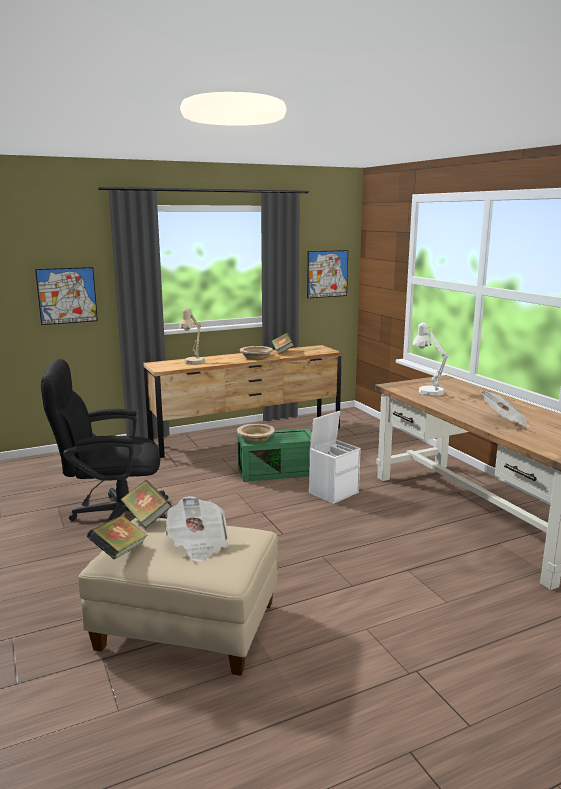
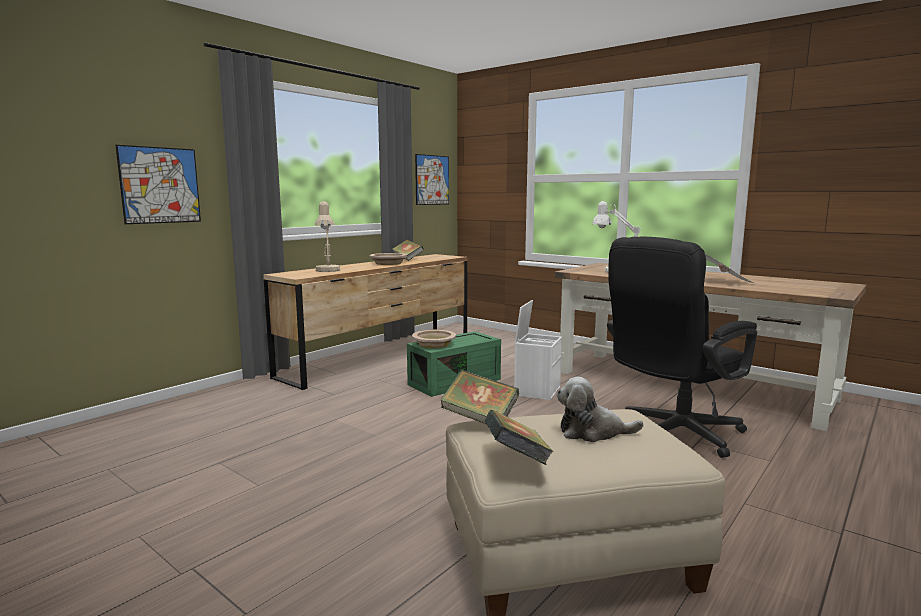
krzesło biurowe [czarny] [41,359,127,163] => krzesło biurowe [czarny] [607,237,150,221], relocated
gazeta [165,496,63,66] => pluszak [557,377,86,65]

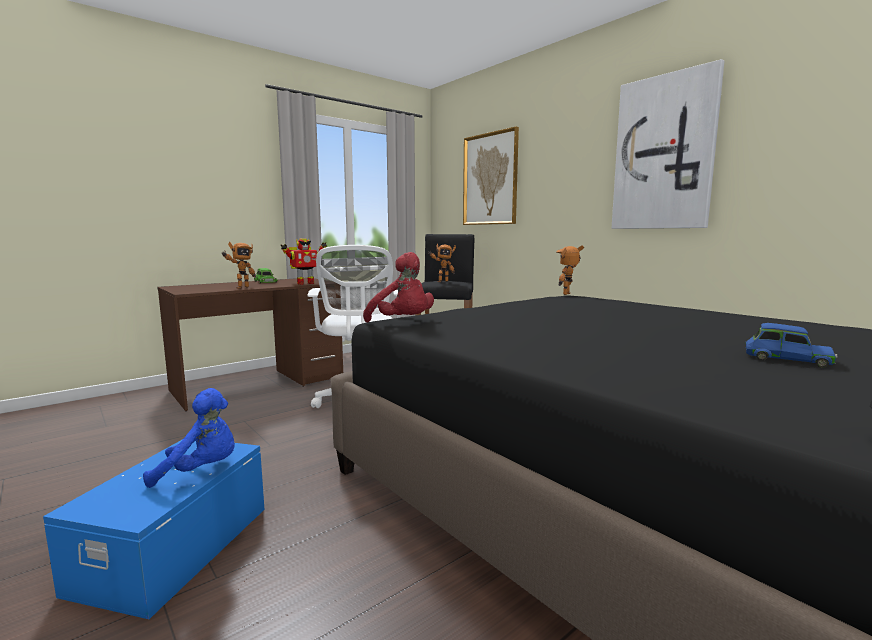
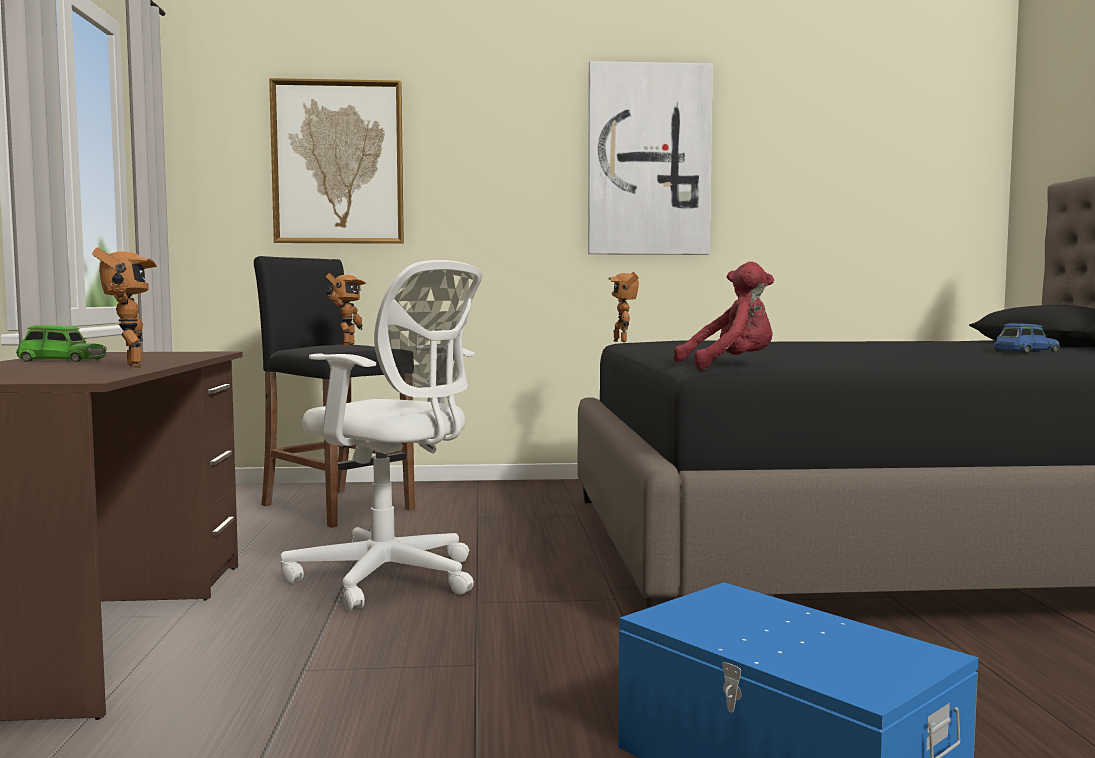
pluszak [niebieski] [143,388,92,100] => nothing
robot zabawkowy [281,239,46,46] => nothing

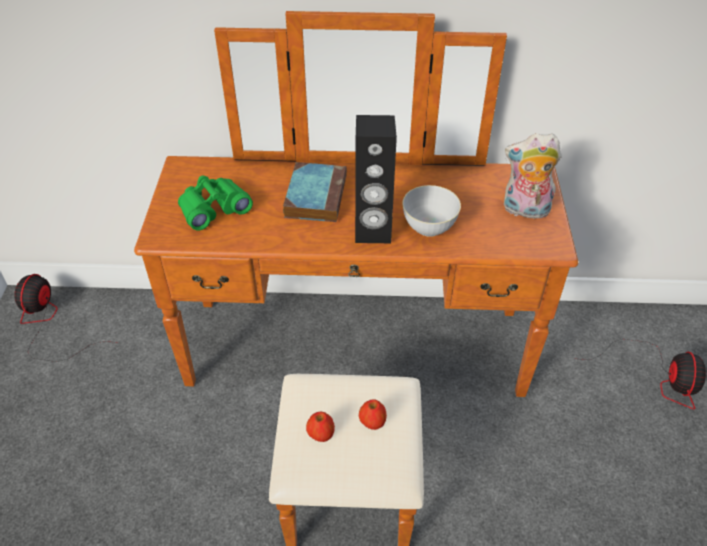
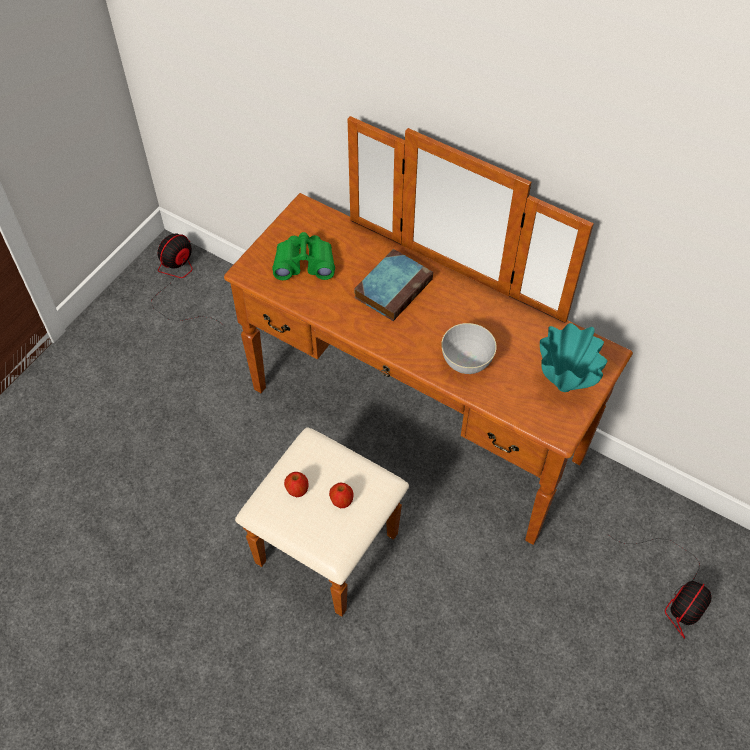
głośnik [czarny] [355,115,42,128] => nothing
pluszak [504,133,58,89] => wazon [turkusowy] [540,323,67,69]

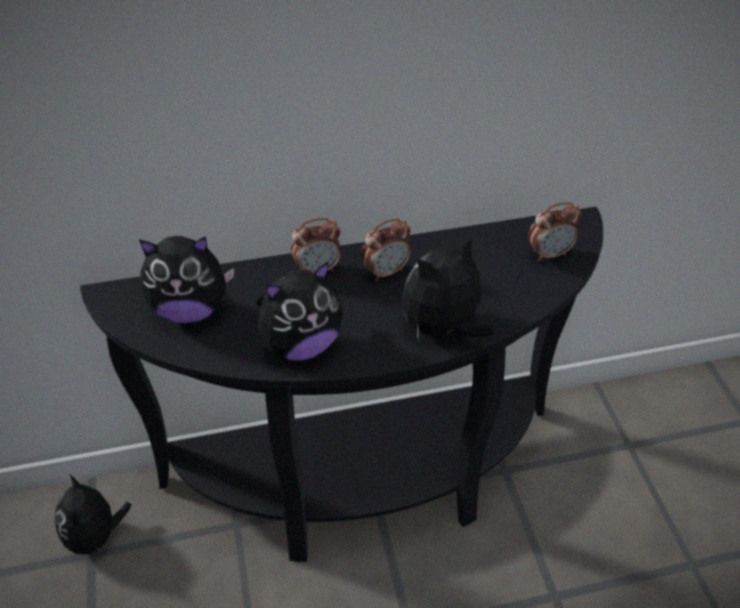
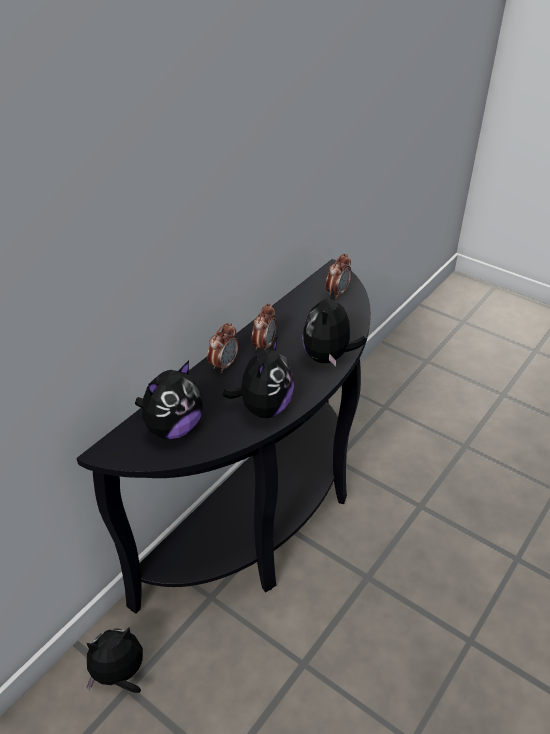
pluszak [54,475,78,81] => pluszak [86,627,57,66], 120 degrees clockwise

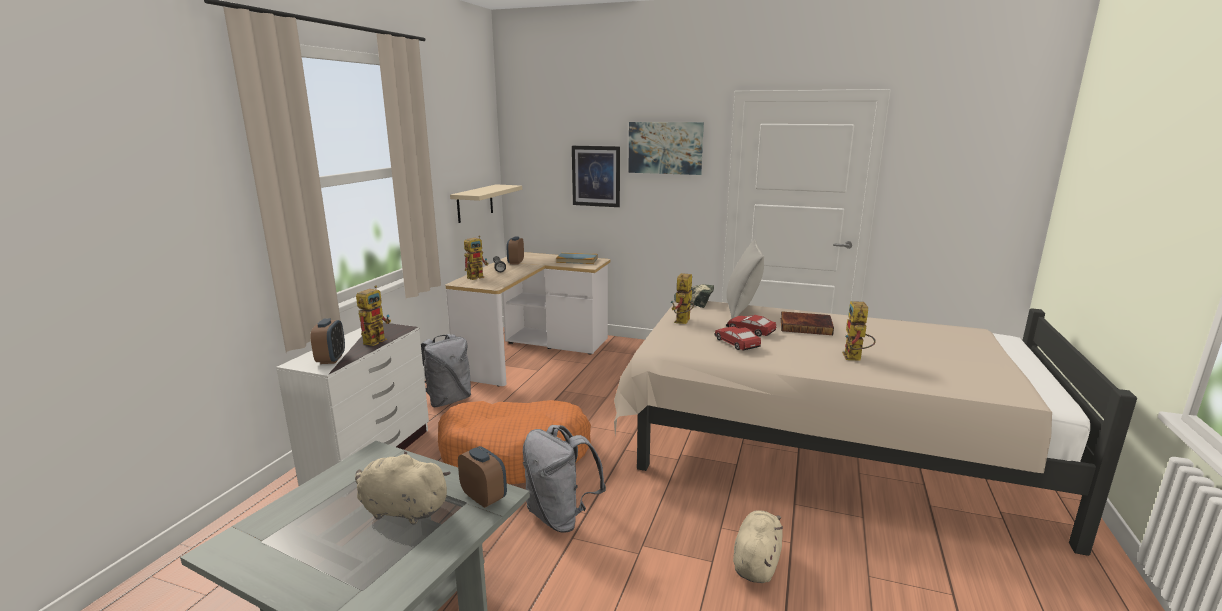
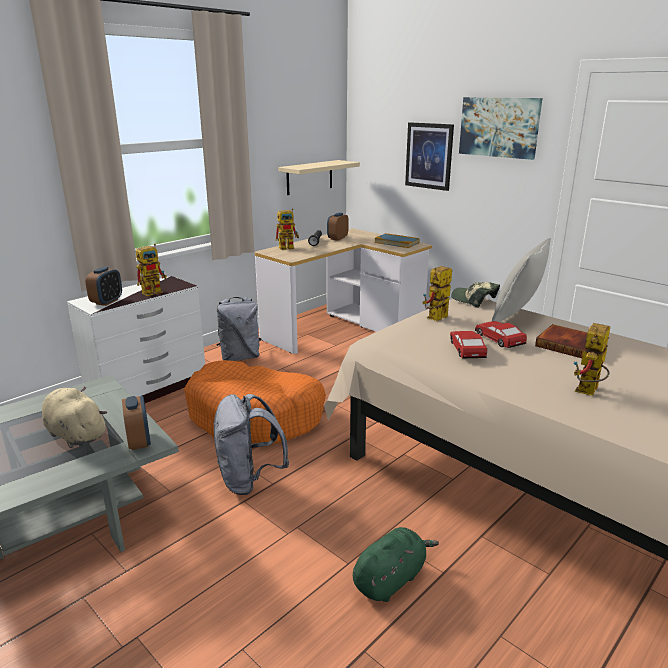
pluszak [beżowy] [733,510,50,73] => pluszak [zielony] [353,527,86,75]

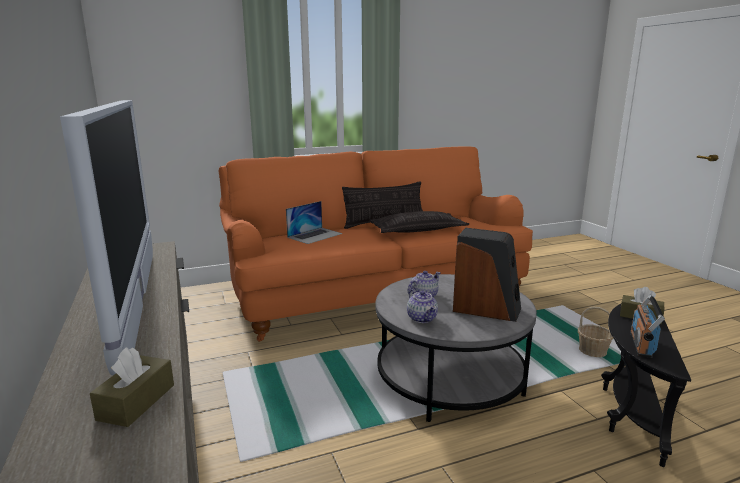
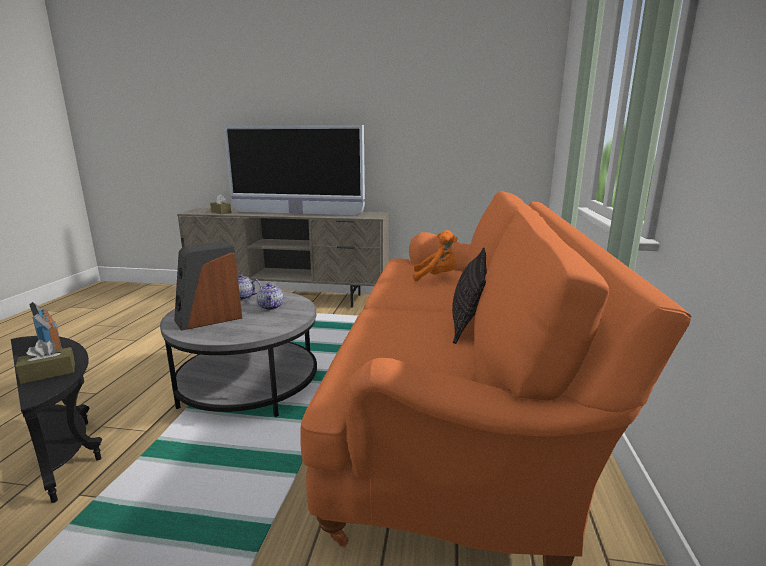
poduszka [369,211,100,22] => nothing
koszyk [578,307,35,50] => nothing
laptop [286,201,57,43] => pluszak [pomarańczowy] [413,230,45,52]

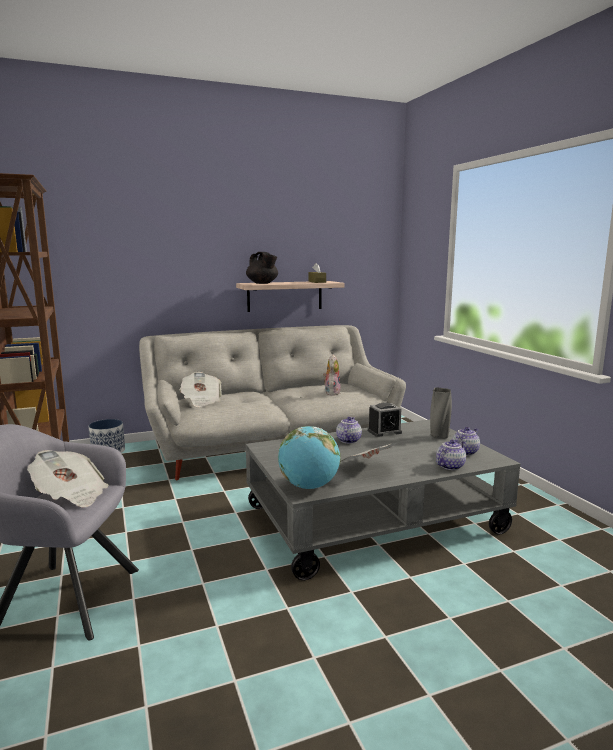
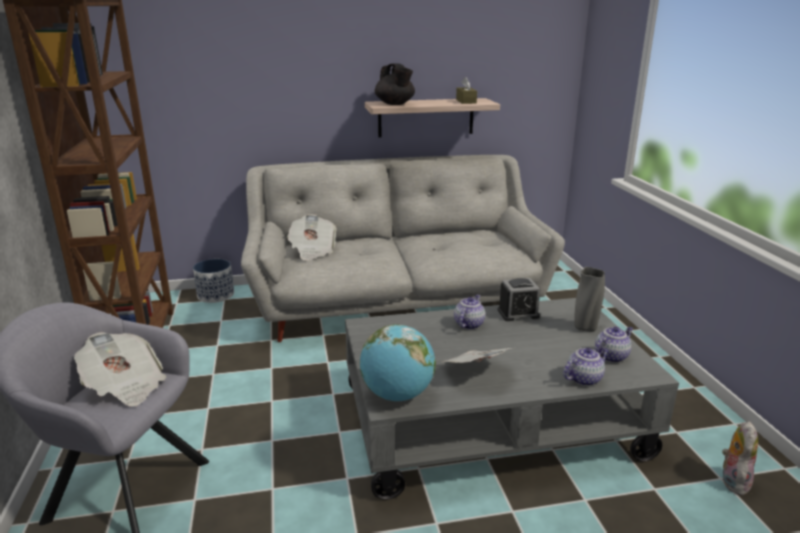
pluszak [323,354,18,42] => pluszak [722,421,36,74], relocated

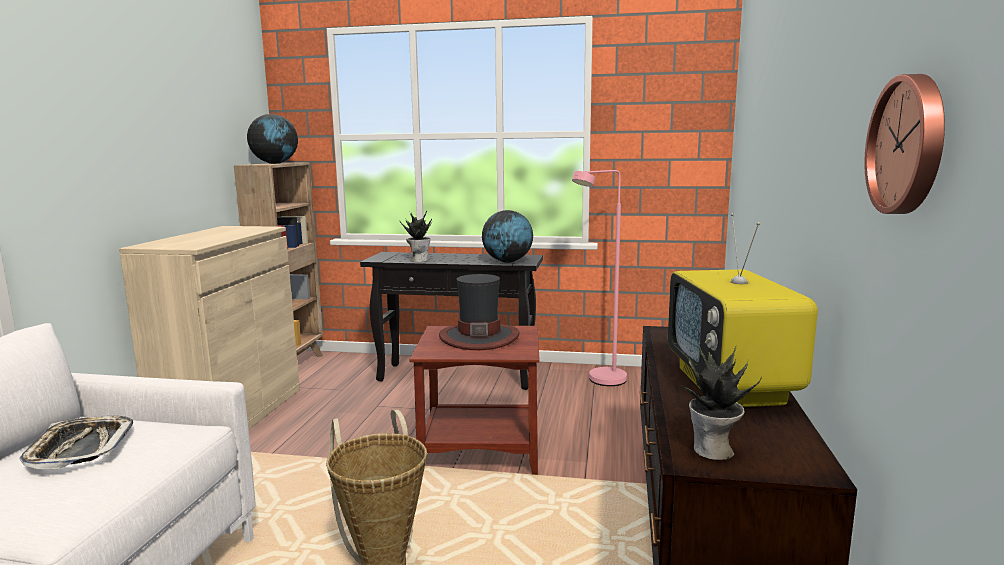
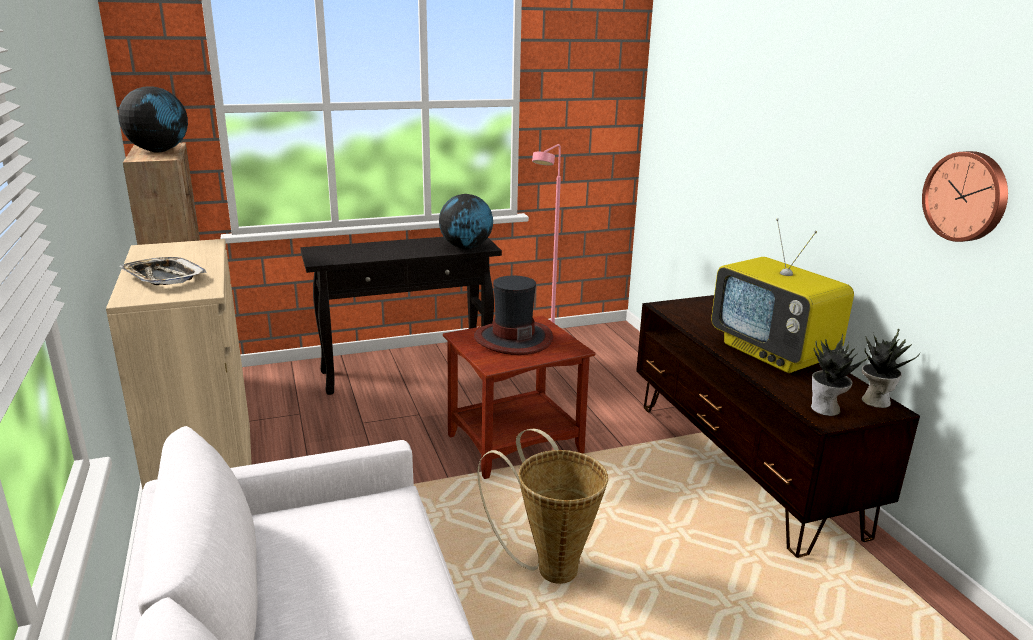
taca [20,416,113,53] => taca [119,257,88,28], relocated
roślina doniczkowa [399,211,33,51] => roślina doniczkowa [862,329,58,79], relocated

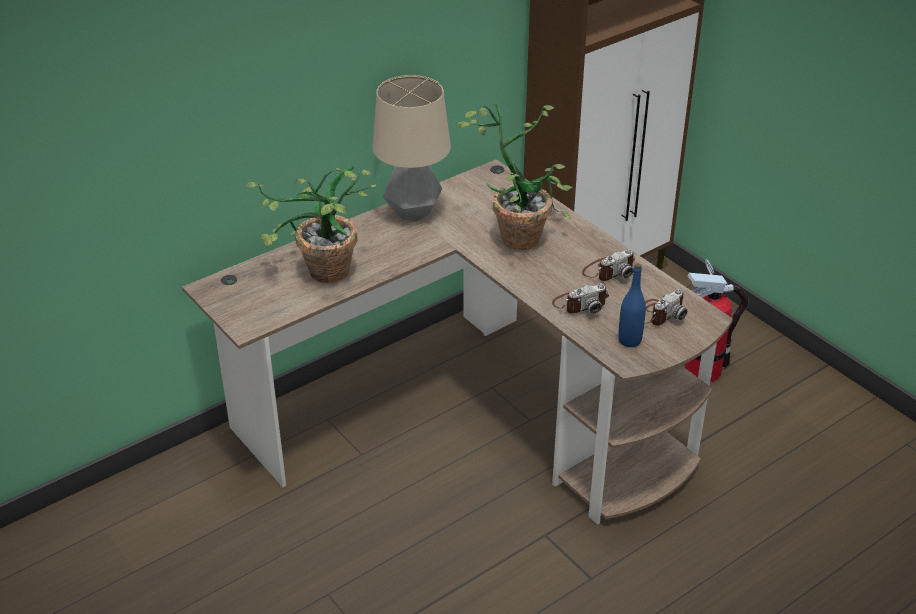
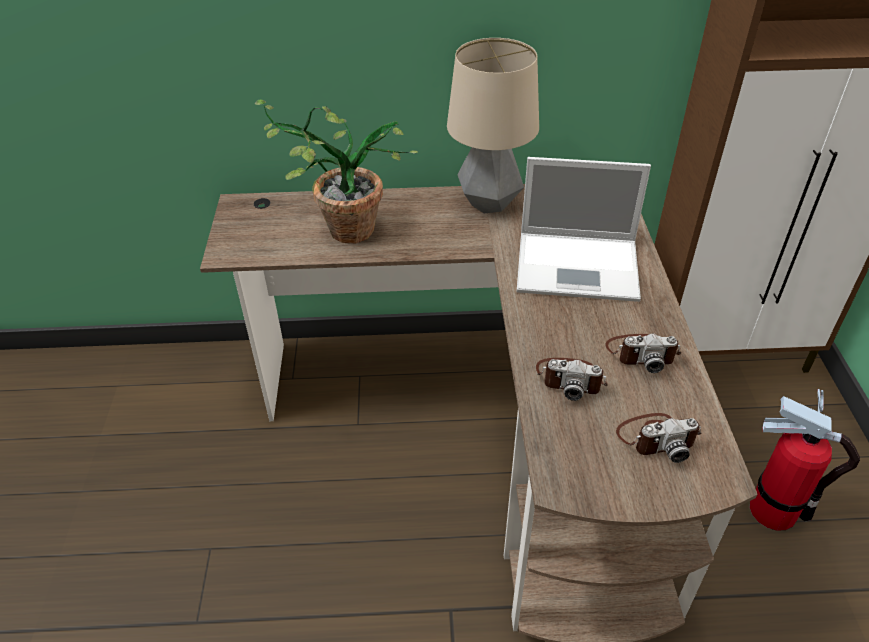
butelka [niebieski] [618,264,28,83] => nothing
roślina doniczkowa [456,104,116,146] => laptop [517,157,134,145]

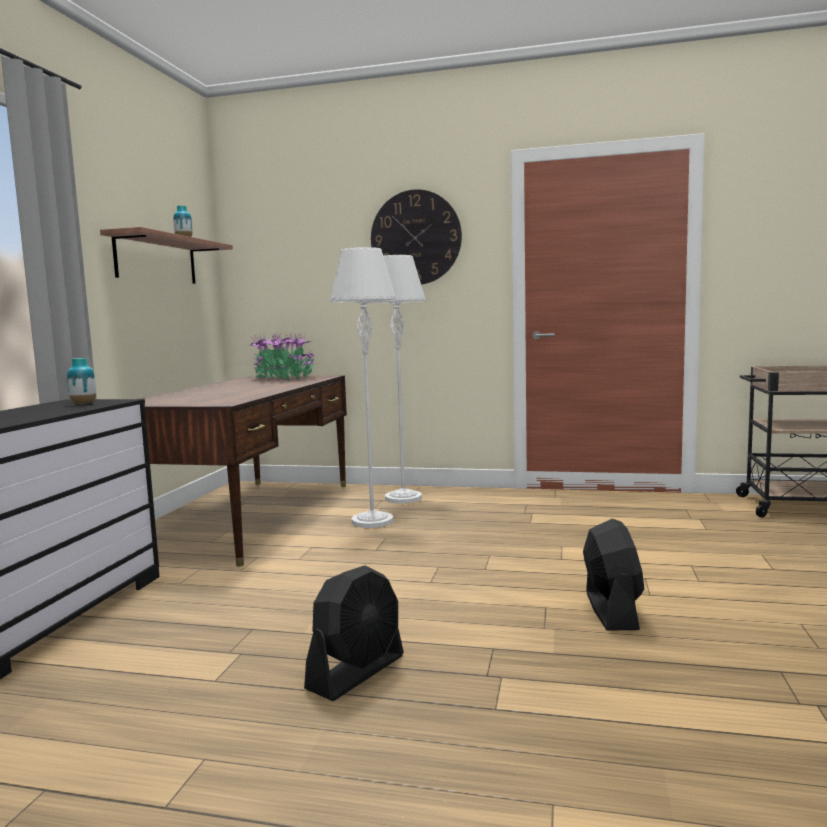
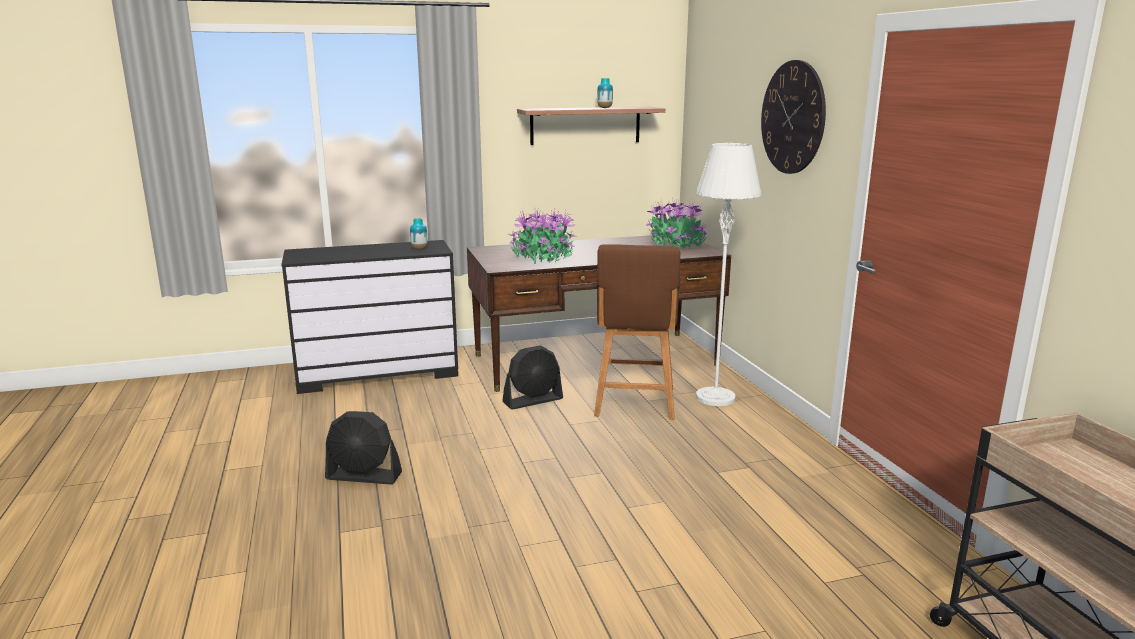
nothing => roślina doniczkowa [507,208,68,56]
wentylator [czarny] [583,519,61,112] => wentylator [czarny] [502,345,61,65], relocated
lampa stojąca [biały] [330,247,66,281] => stołek [brązowy] [594,244,86,176]

